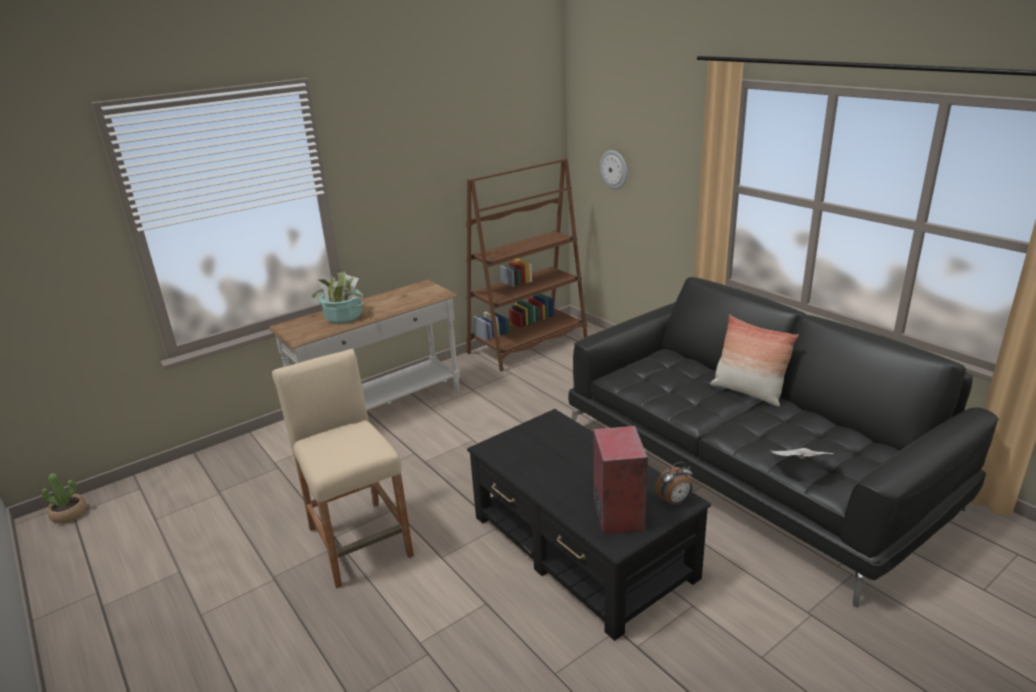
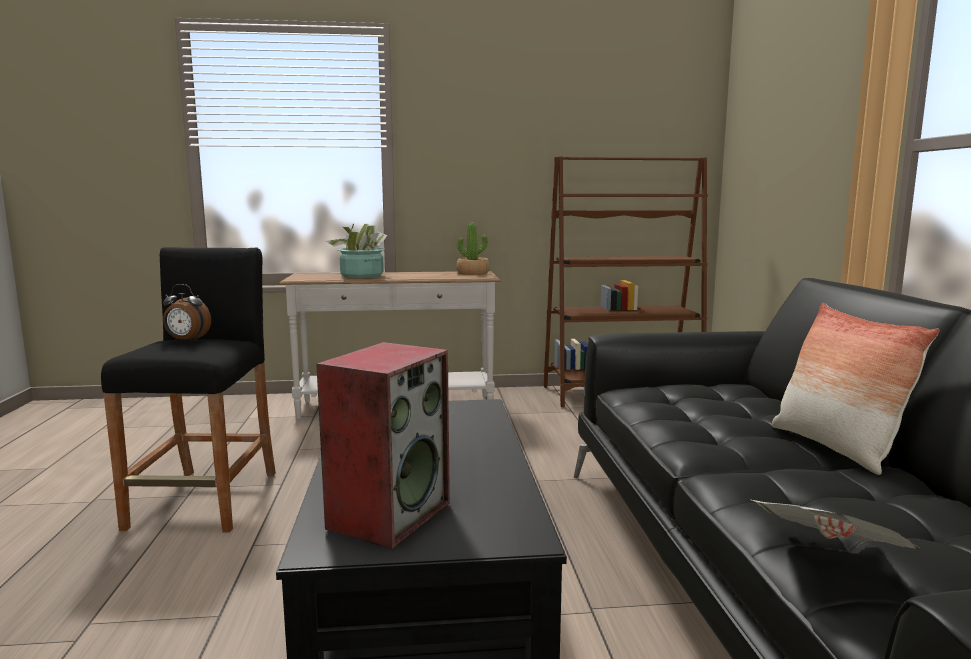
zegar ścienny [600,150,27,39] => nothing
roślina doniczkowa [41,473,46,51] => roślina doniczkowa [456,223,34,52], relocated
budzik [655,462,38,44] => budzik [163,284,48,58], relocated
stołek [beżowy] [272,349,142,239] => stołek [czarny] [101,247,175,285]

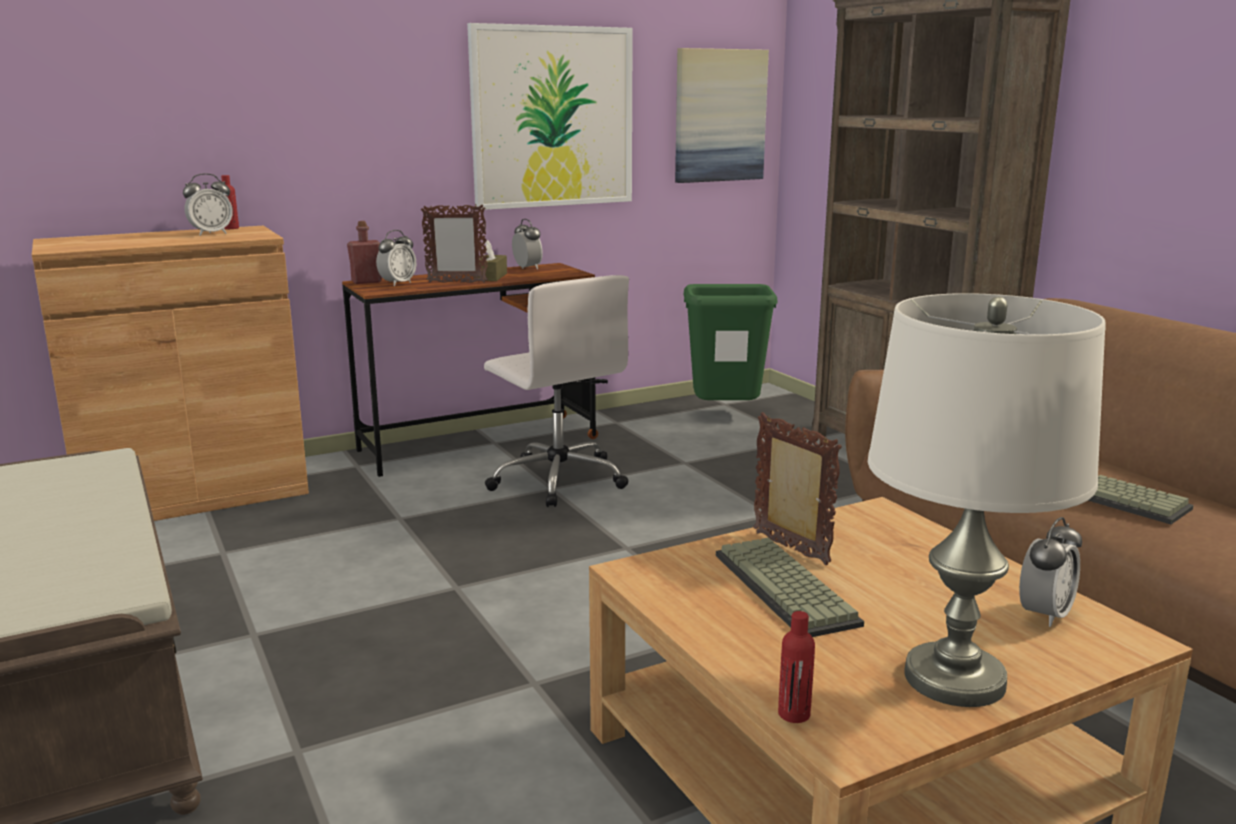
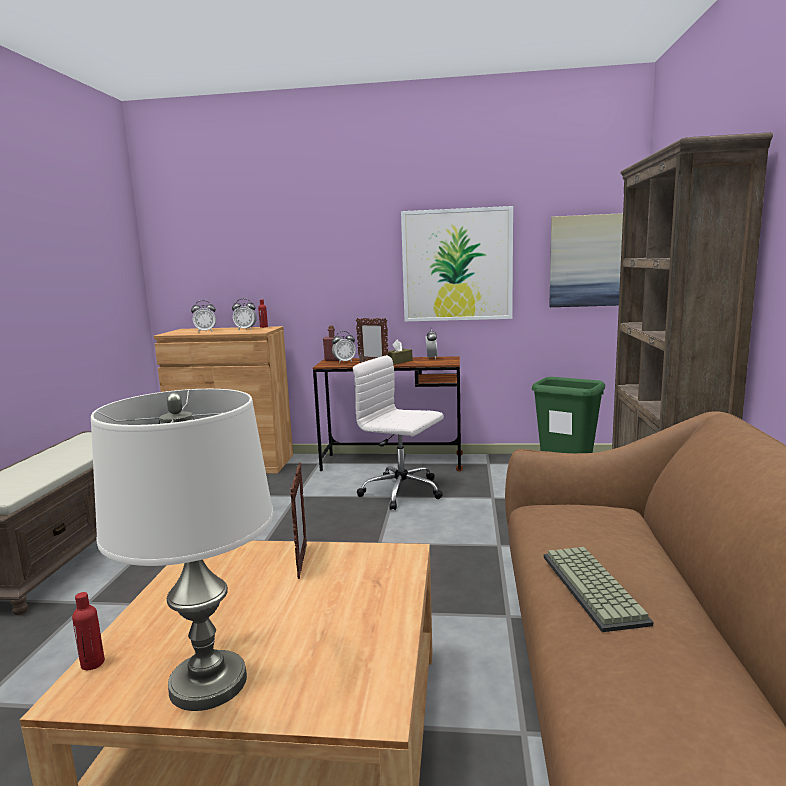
klawiatura [716,538,148,99] => nothing
budzik [1019,517,63,110] => budzik [191,300,25,33], relocated
krzesło biurowe [biały] [484,275,145,232] => krzesło biurowe [biały] [353,355,91,155], 120 degrees clockwise

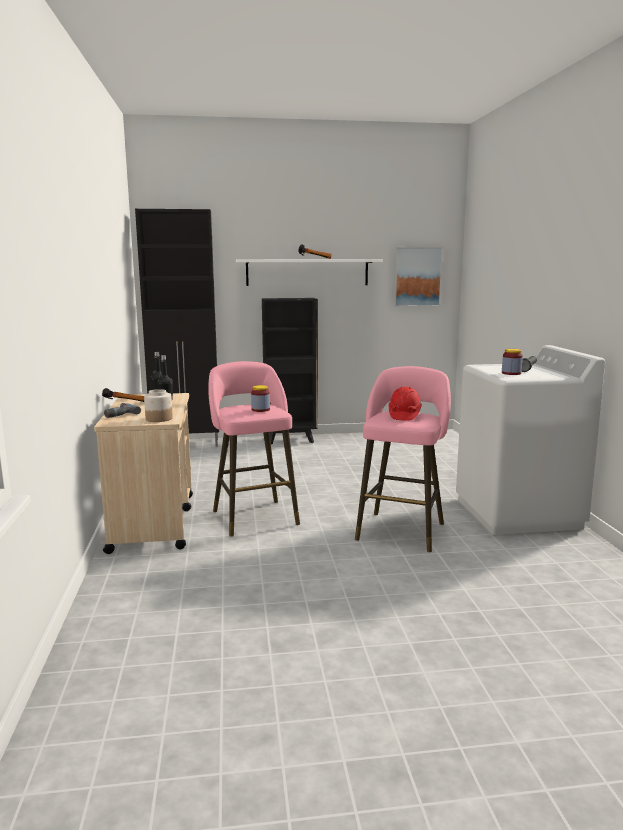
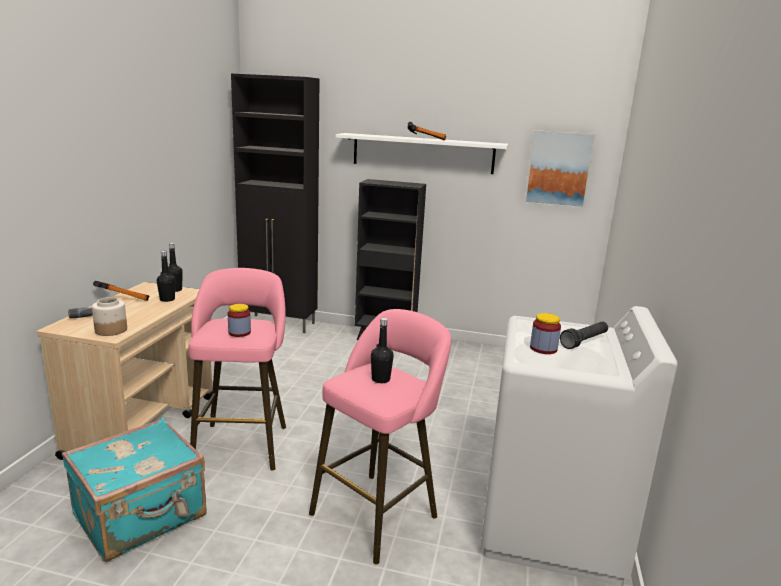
nothing => walizka [turkusowy] [62,418,145,144]
kask [czerwony] [389,387,33,34] => butelka [czarny] [371,318,23,65]

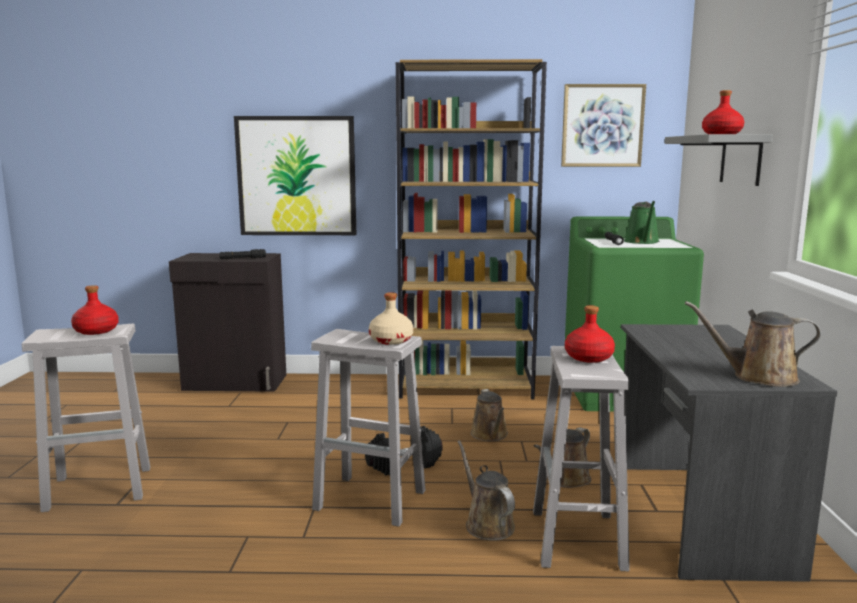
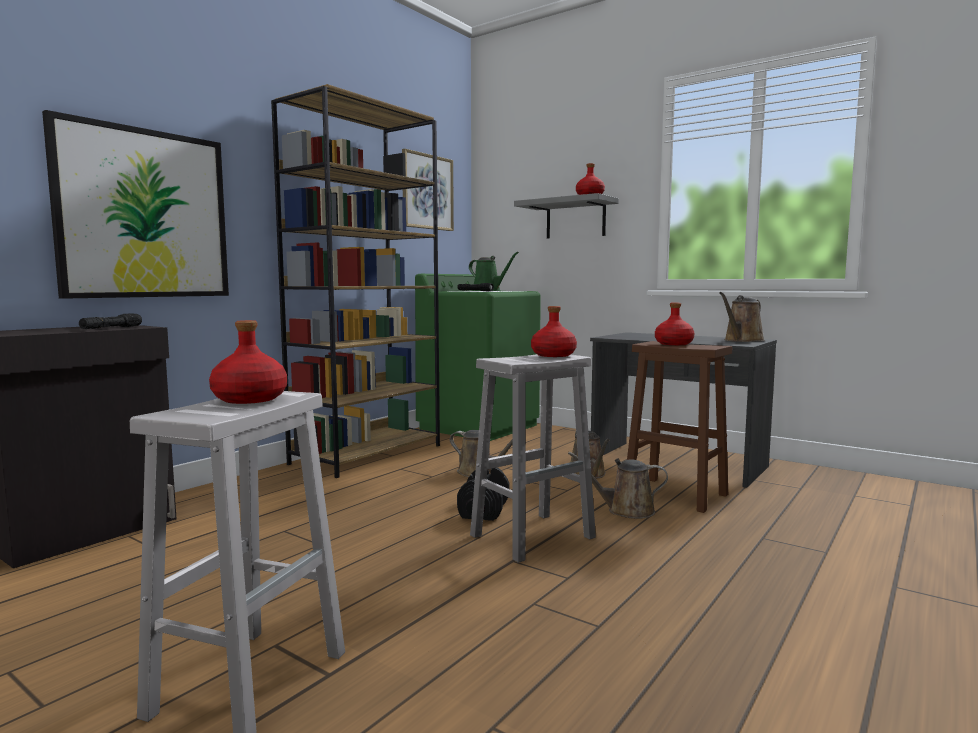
butelka [beżowy] [369,292,44,53] => butelka [czerwony] [531,306,46,51]
stołek [biały] [533,346,97,225] => stołek [brązowy] [627,341,105,172]

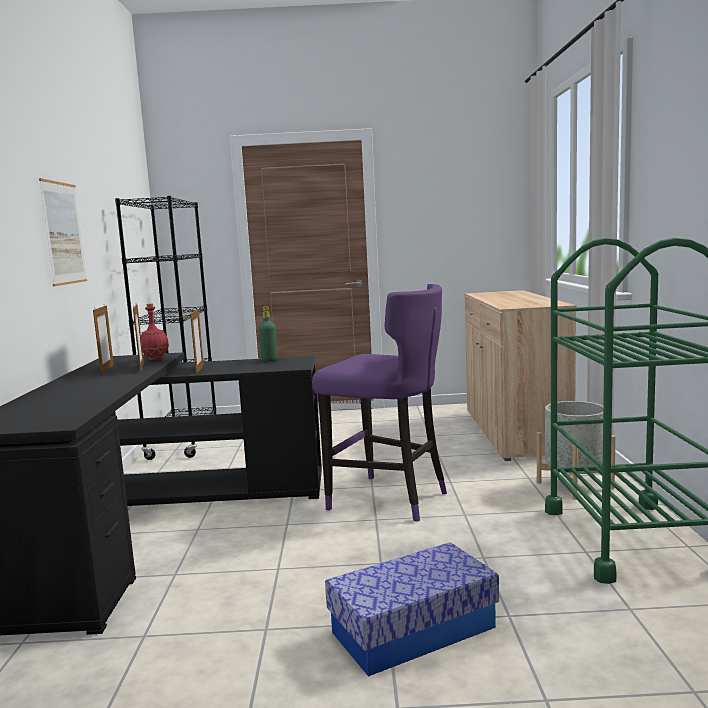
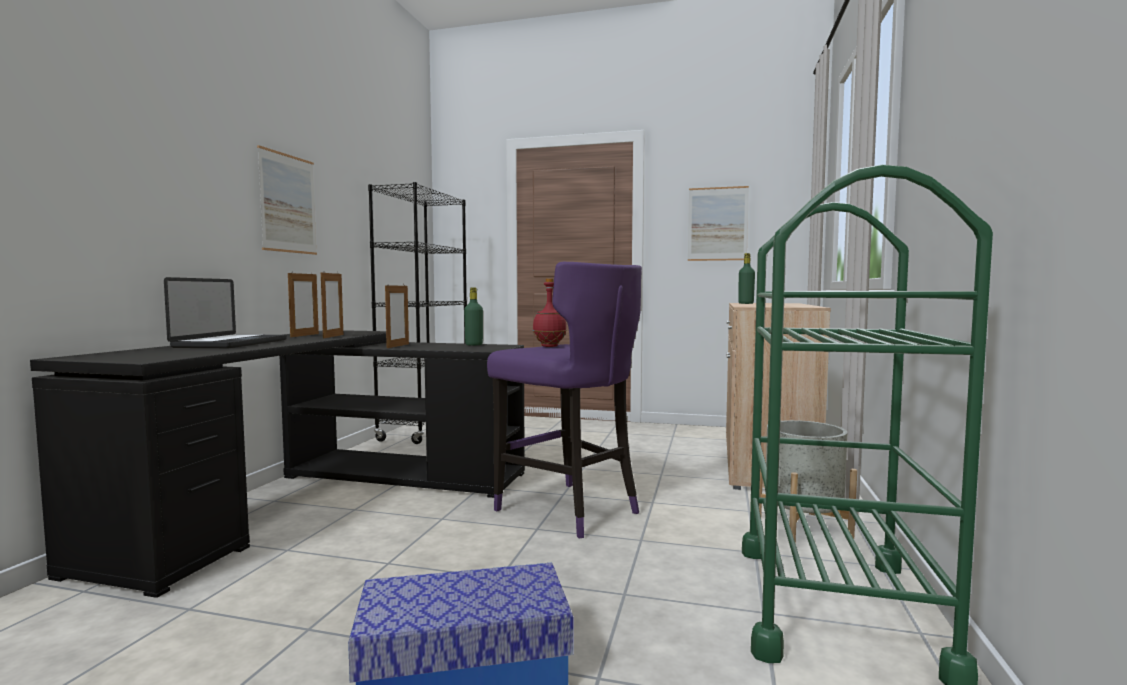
nothing => laptop [164,277,123,71]
nothing => obraz [688,186,61,75]
nothing => butelka [zielony] [738,253,17,51]
butelka [czerwony] [141,304,28,57] => butelka [czerwony] [533,278,34,69], relocated

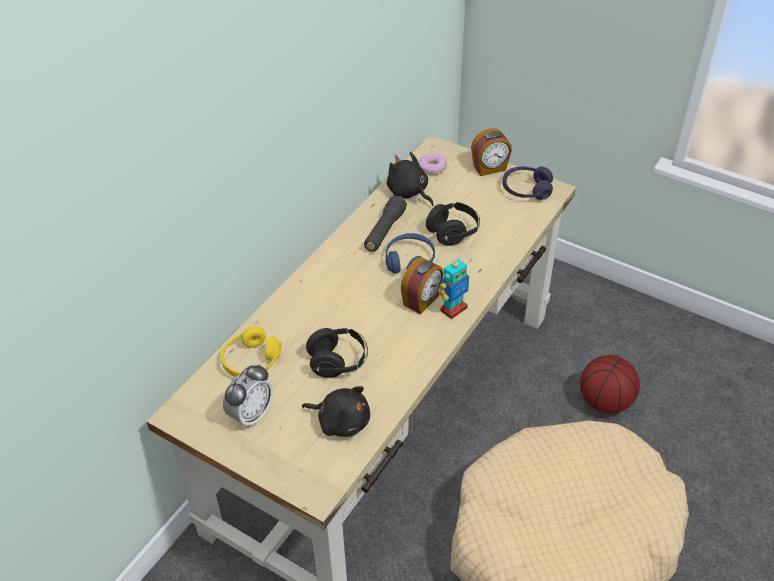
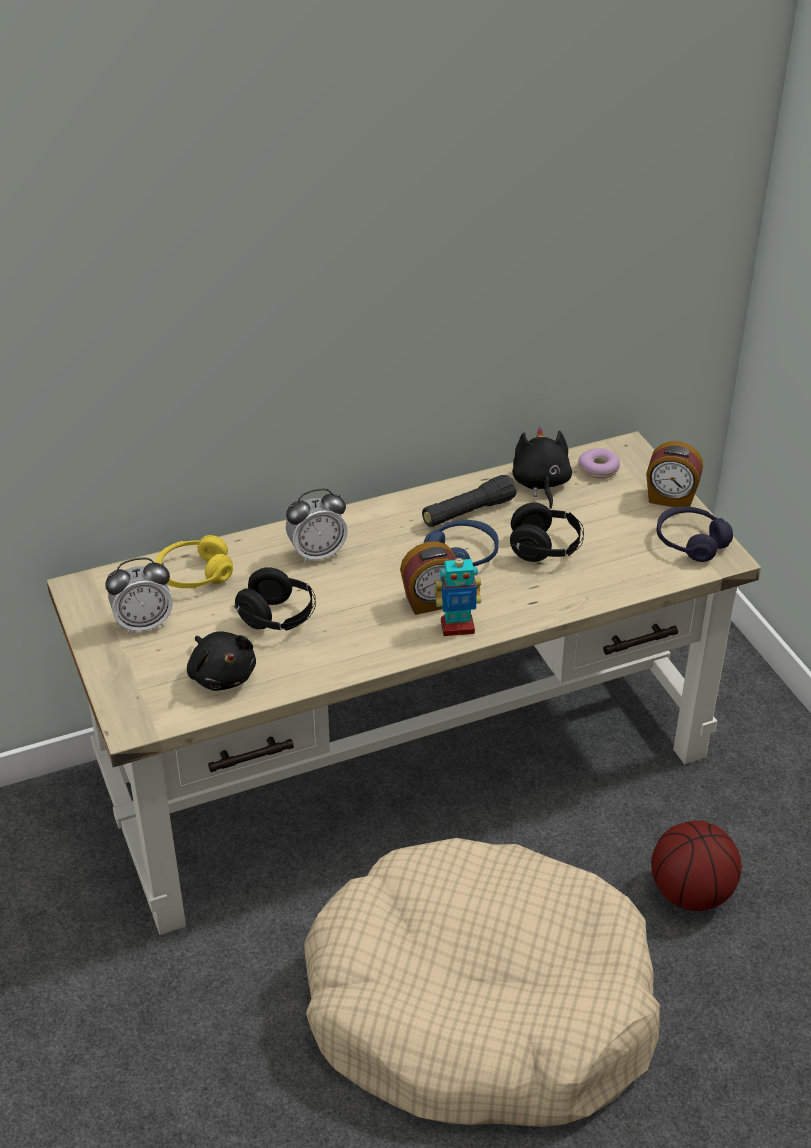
nothing => budzik [286,489,62,74]

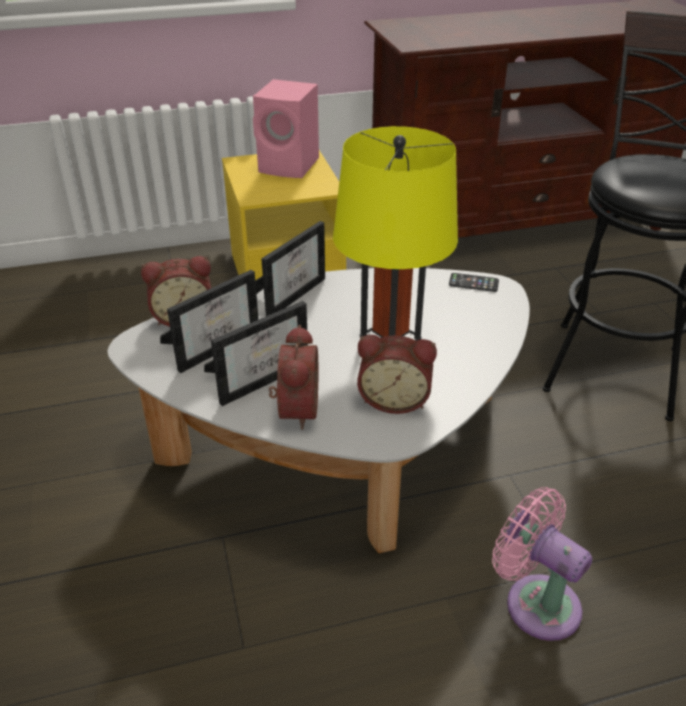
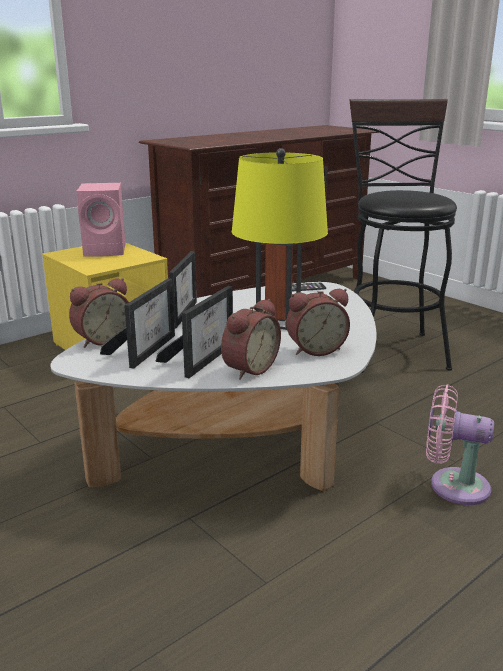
budzik [269,325,49,105] => budzik [221,299,60,81], 60 degrees clockwise

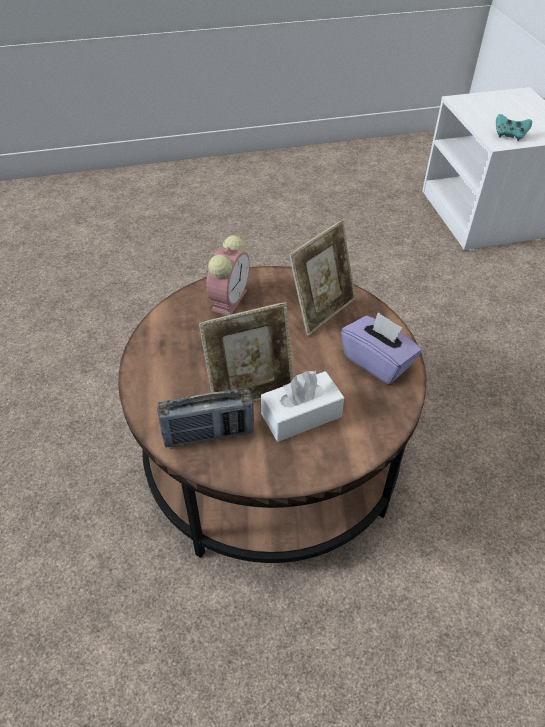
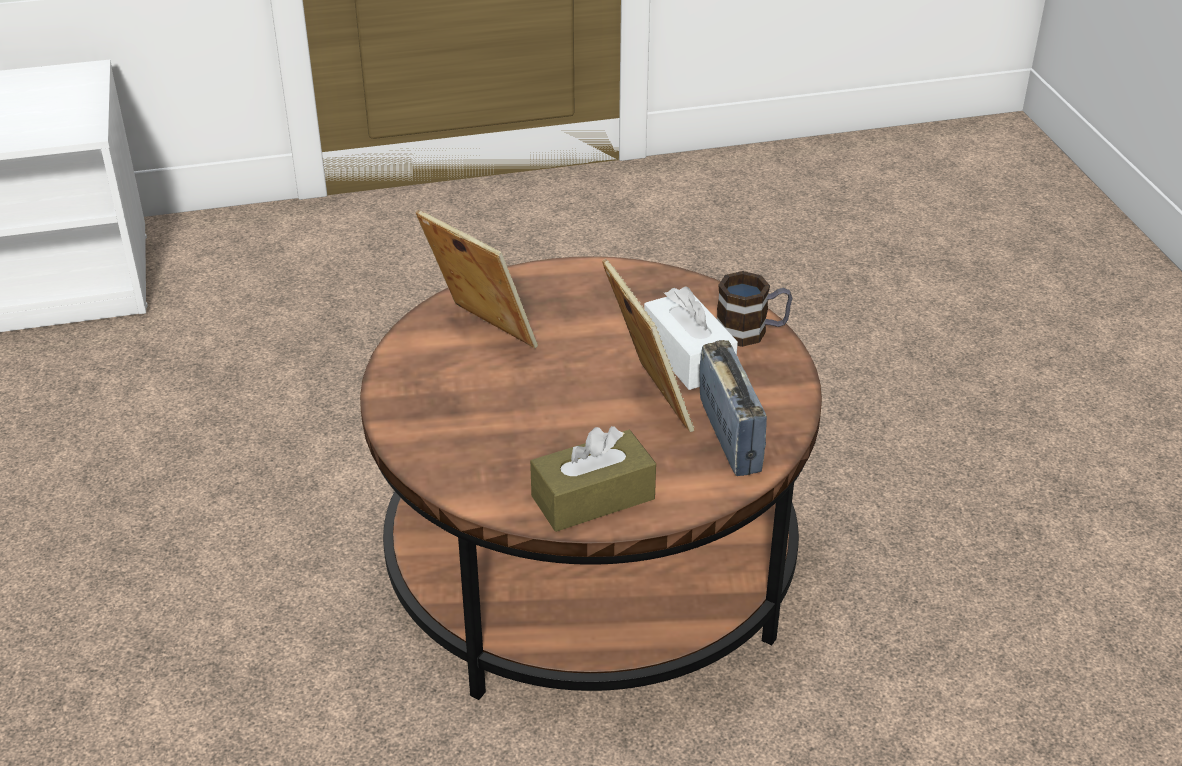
budzik [206,235,44,81] => nothing
pudełko chusteczek [fioletowy] [341,312,81,72] => nothing
pad do gier [turkusowy] [496,114,36,27] => nothing
nothing => pudełko chusteczek [brązowy] [530,426,126,106]
nothing => kubek [717,271,75,76]

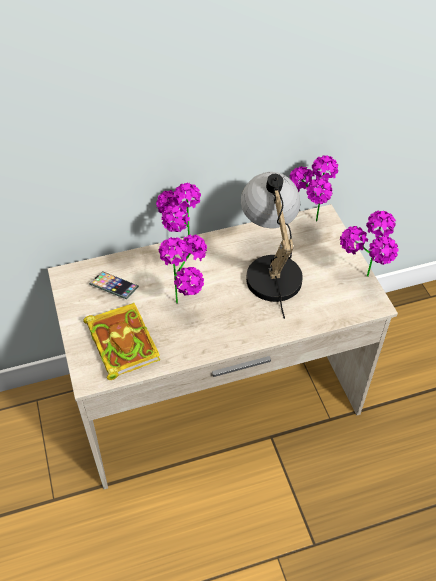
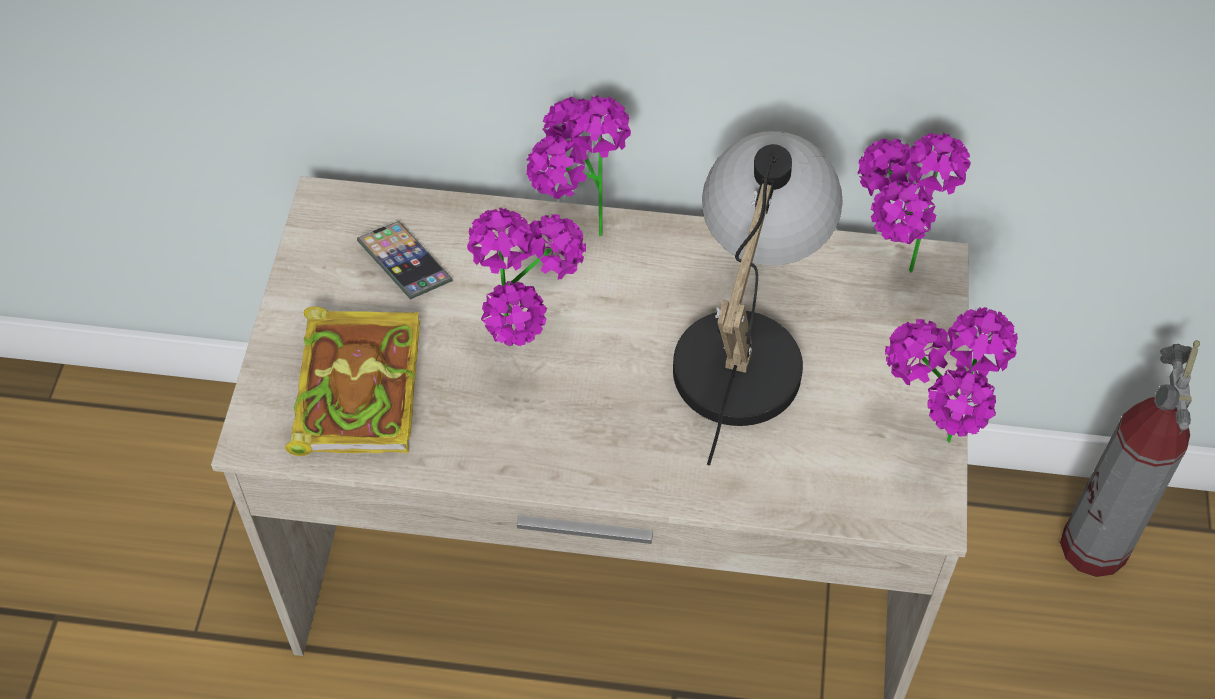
nothing => gaśnica [1060,340,140,237]

